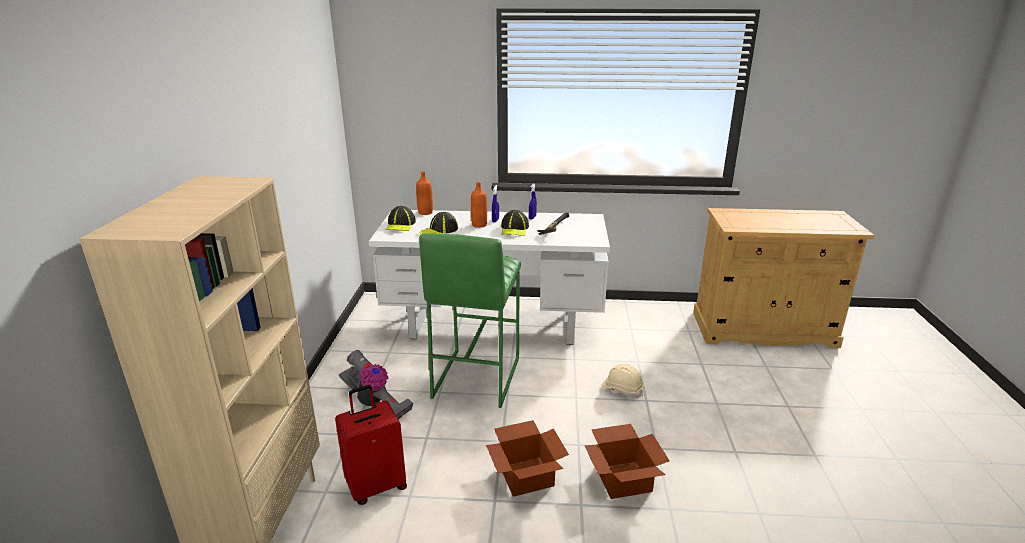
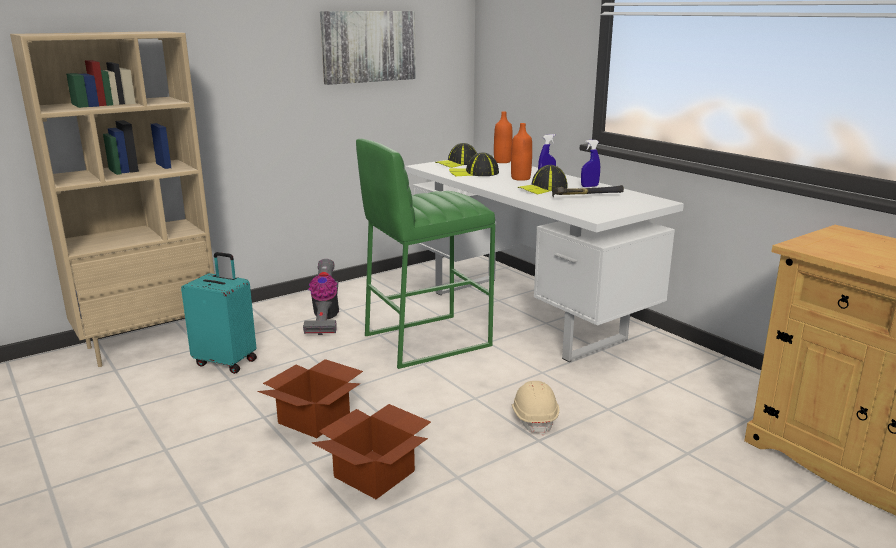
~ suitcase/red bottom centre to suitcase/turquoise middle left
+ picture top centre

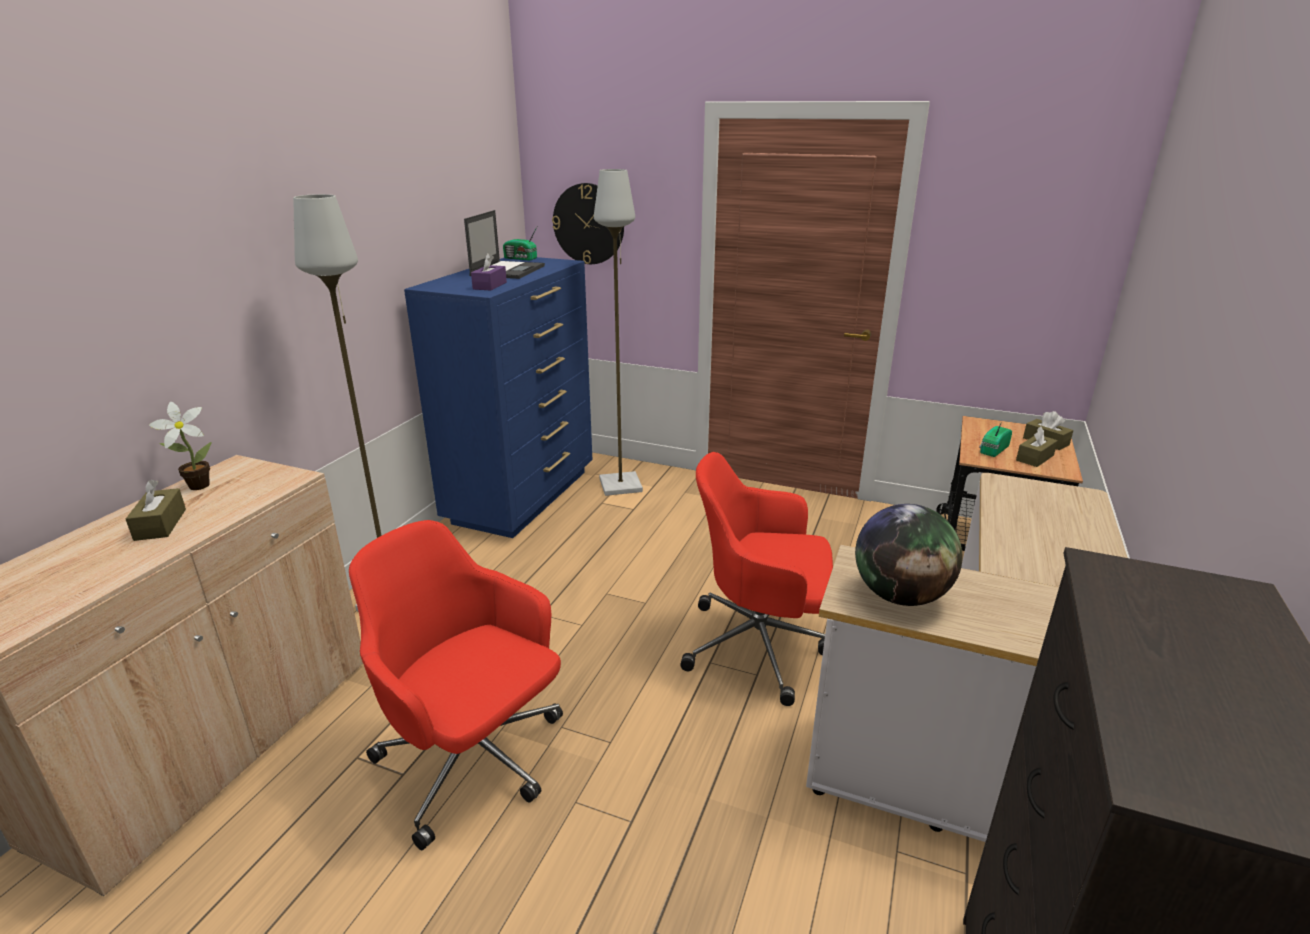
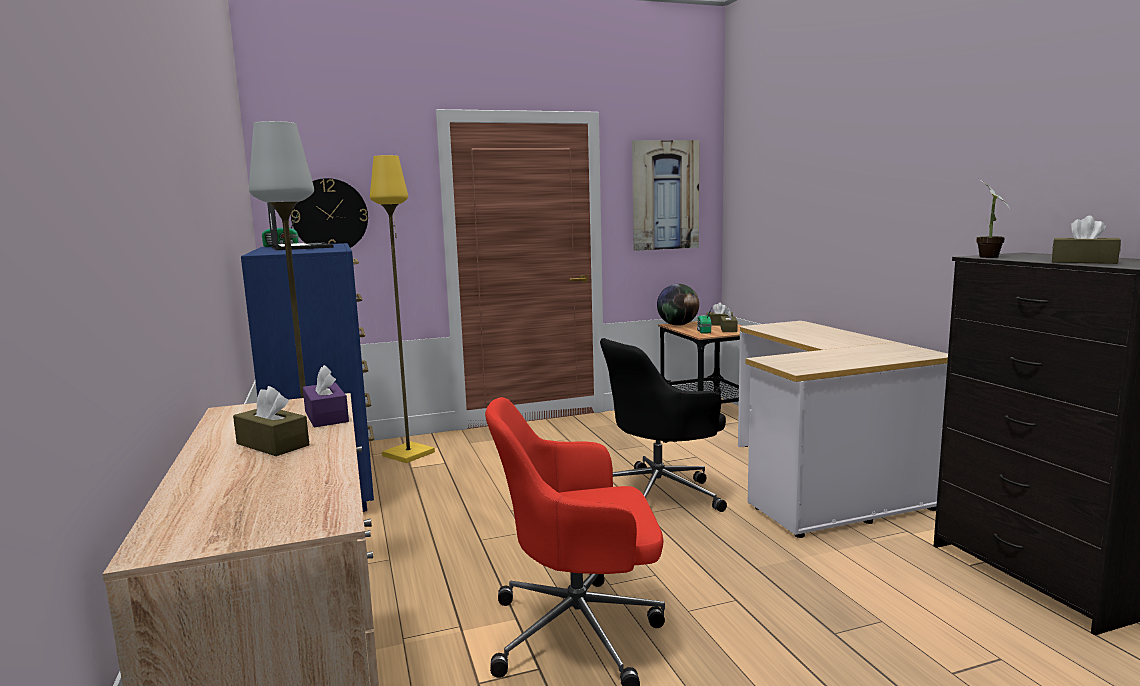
~ floor lamp/grey (2nd from left) centre to floor lamp/yellow centre
~ tissue box/purple top centre to middle left
~ potted plant middle left to top right
~ office chair/red (2nd from left) centre to office chair/black centre
~ globe middle right to centre
+ picture top centre
+ tissue box/brown (4th from left) middle right

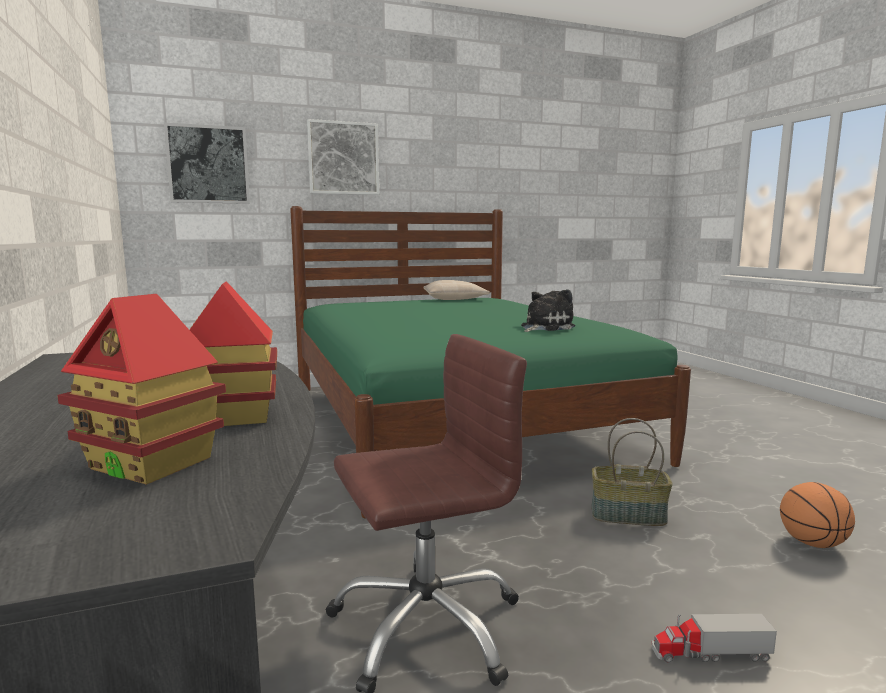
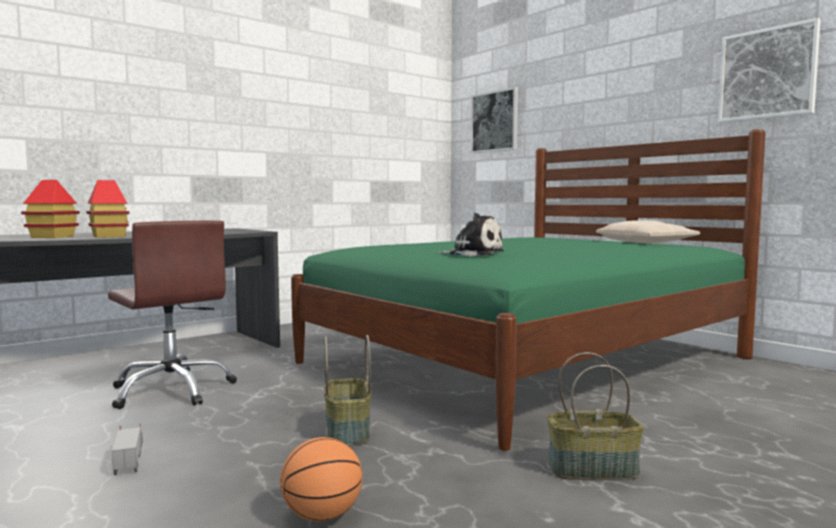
~ picture (2nd from left) top centre to top right
+ basket (2nd from left) bottom right

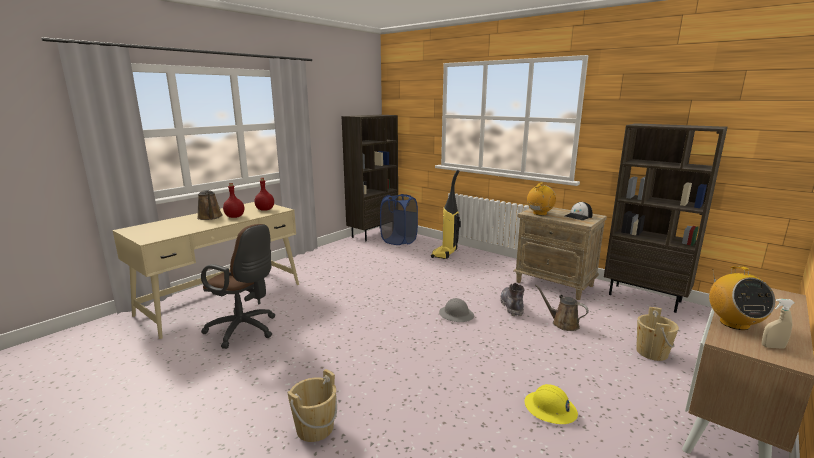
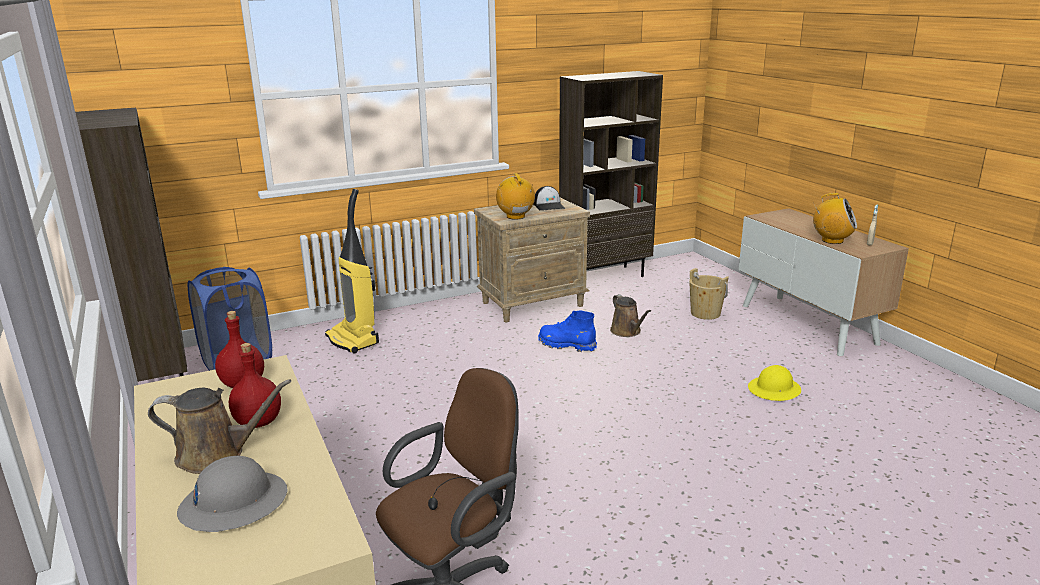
~ boot/grey centre to boot/blue centre
~ watering can/brown (2nd from left) bottom right = centre 90 degrees counterclockwise
~ hard hat/grey bottom centre to bottom left
- bucket/beige (1st from left) bottom centre

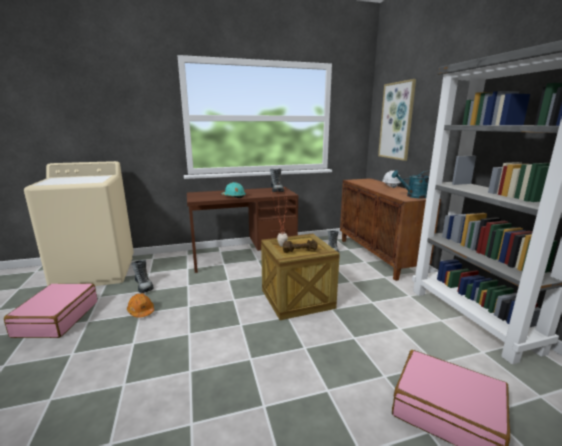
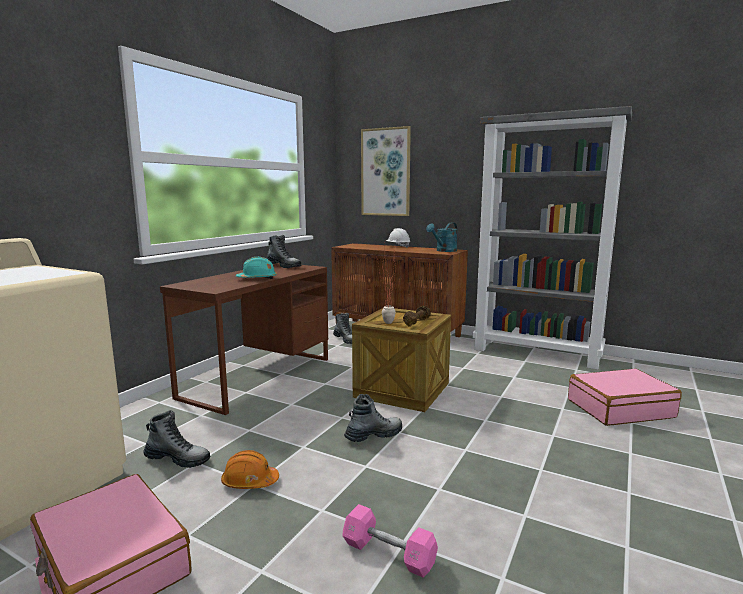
+ boot (4th from left) bottom centre
+ dumbbell/pink bottom centre

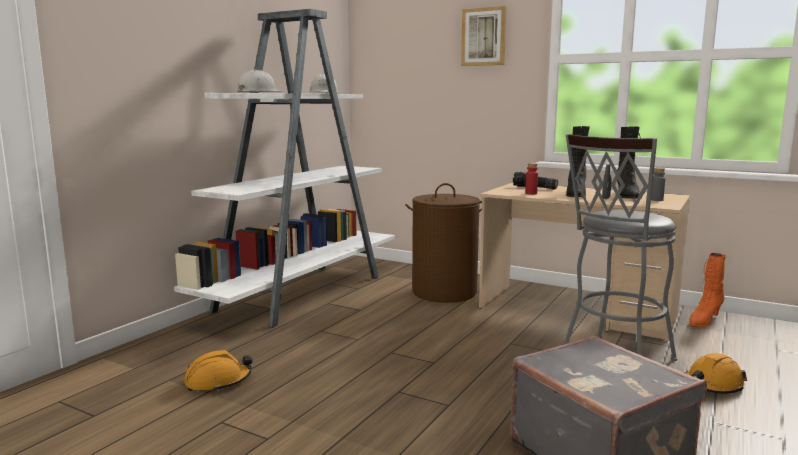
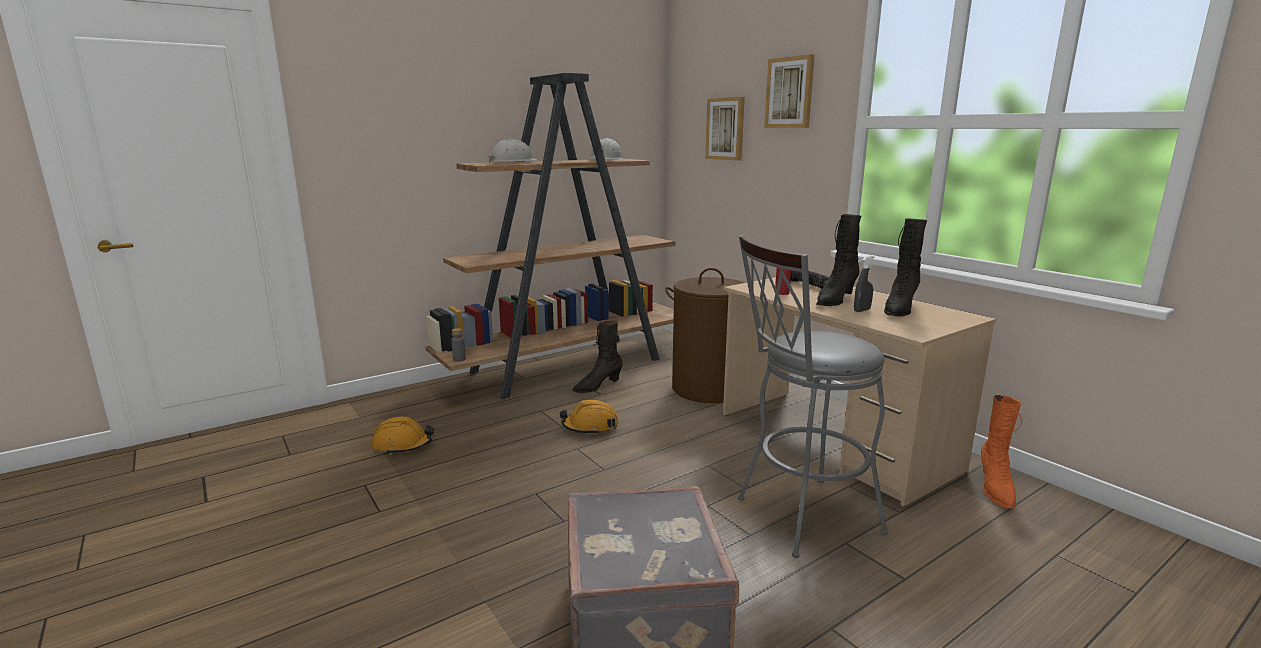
~ bookcase/white centre to bookcase/brown centre
~ bottle/grey middle right to centre
~ boot/orange middle right = bottom right 60 degrees counterclockwise
~ hard hat/orange (2nd from left) bottom right to centre
+ picture (1st from left) top centre
+ boot/black (1st from left) centre

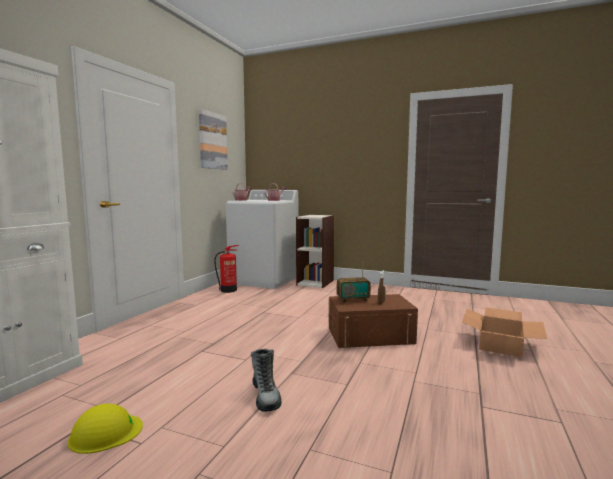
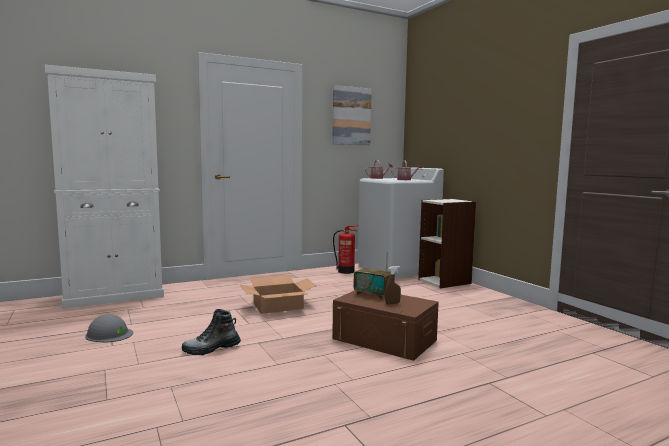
~ cardboard box bottom right to centre
~ boot bottom centre = bottom left 45 degrees clockwise
~ hard hat/yellow bottom left to hard hat/grey bottom left

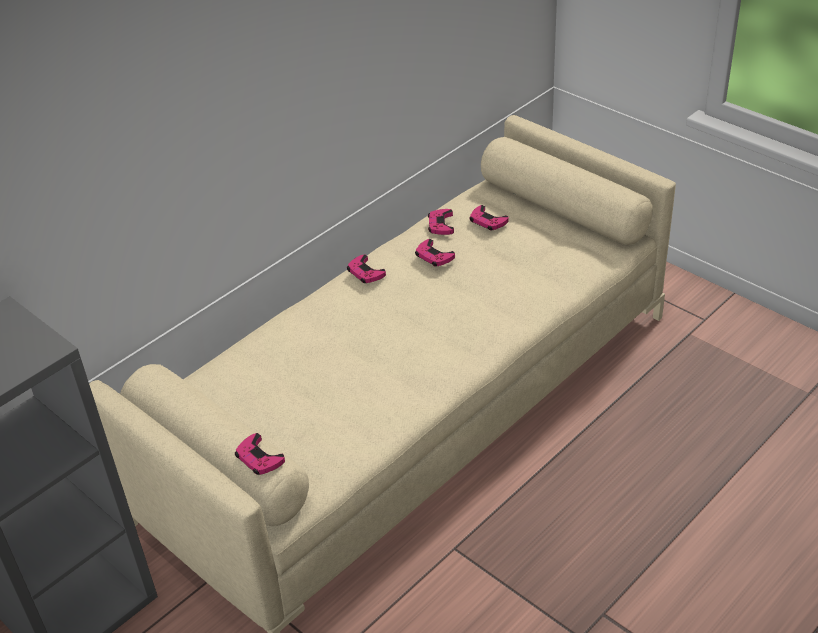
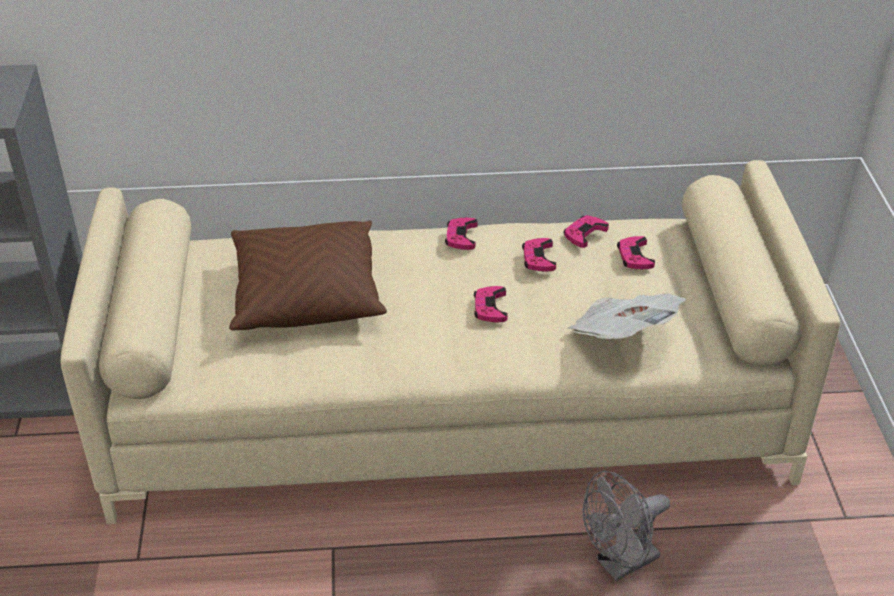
~ game controller/pink (1st from left in the first image) bottom left to game controller/pink (2nd from left) centre
+ pillow/brown centre
+ newspaper middle right
+ fan/grey bottom right

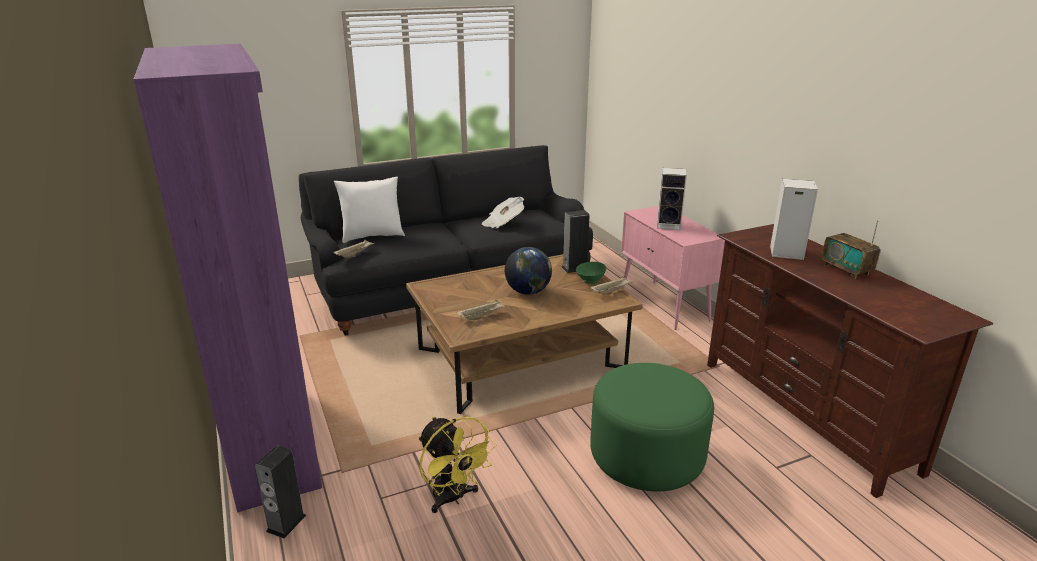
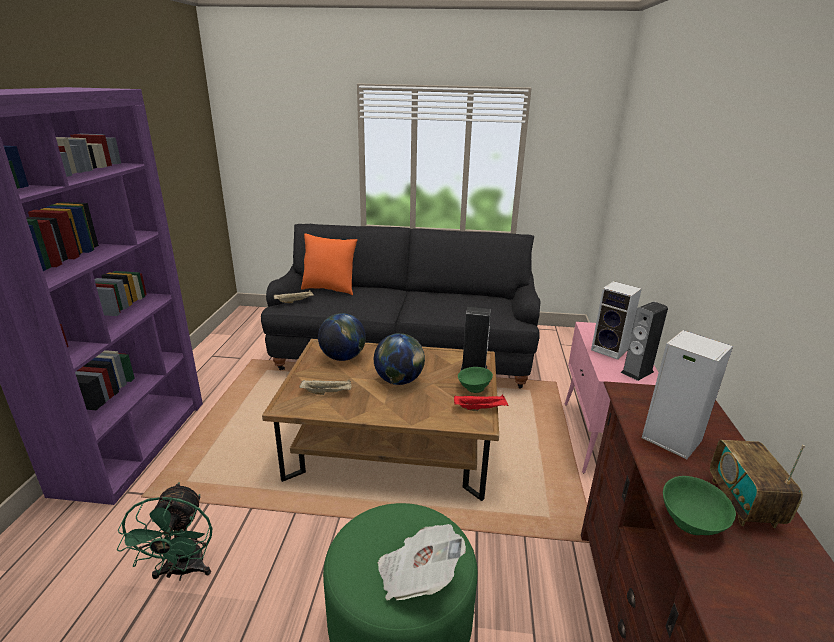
~ pillow/white centre to pillow/orange centre
~ newspaper centre to bottom centre
~ tray/beige (3rd from left) centre to tray/red centre
~ fan/yellow bottom centre to fan/green bottom left
~ speaker (1st from left in the first image) bottom left to speaker (3rd from left) middle right
+ globe (1st from left) centre
+ bowl/green (2nd from left) bottom right

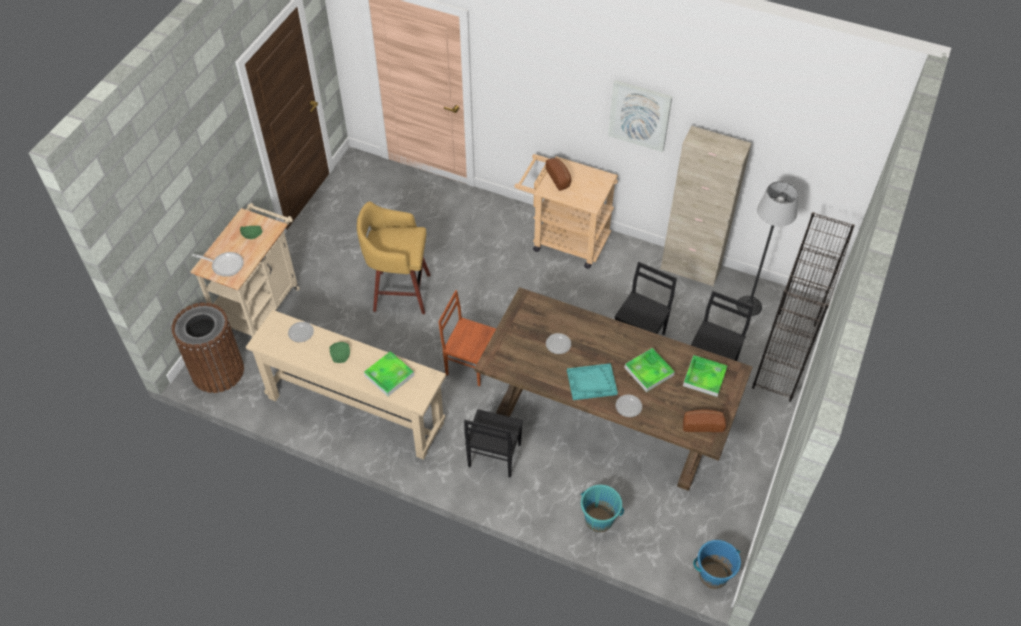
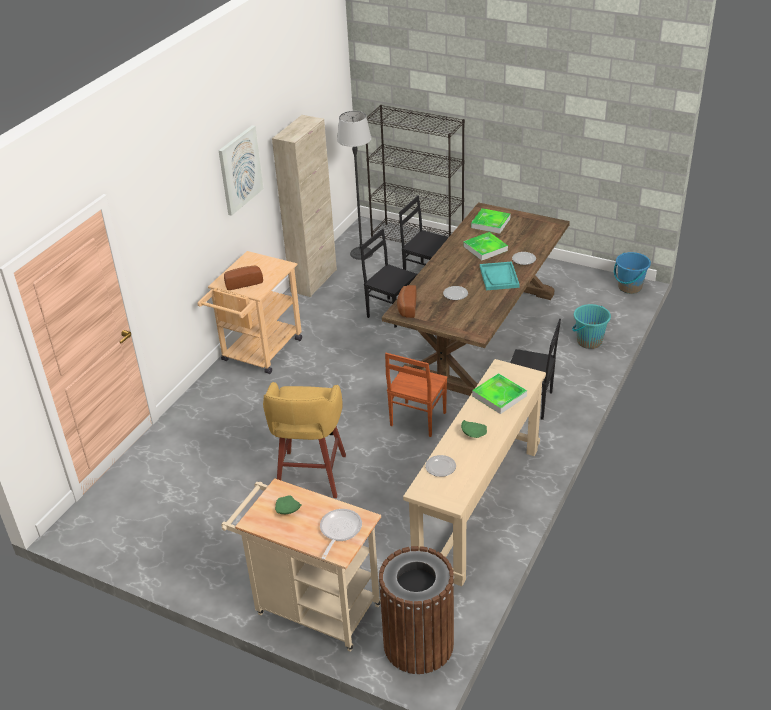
~ bread (2nd from left) bottom right to centre

